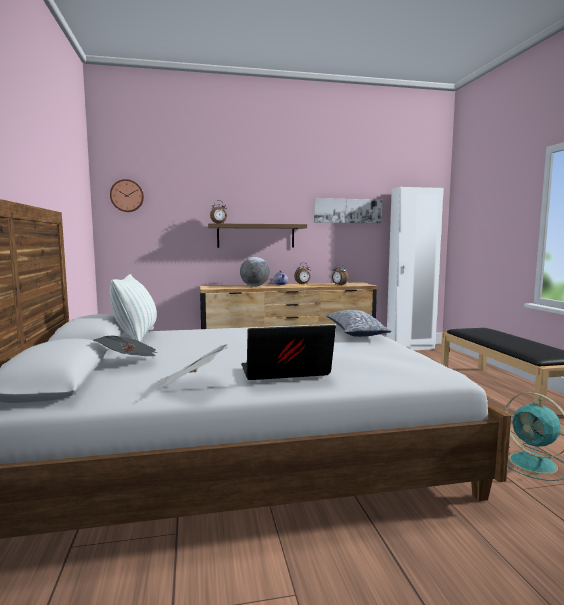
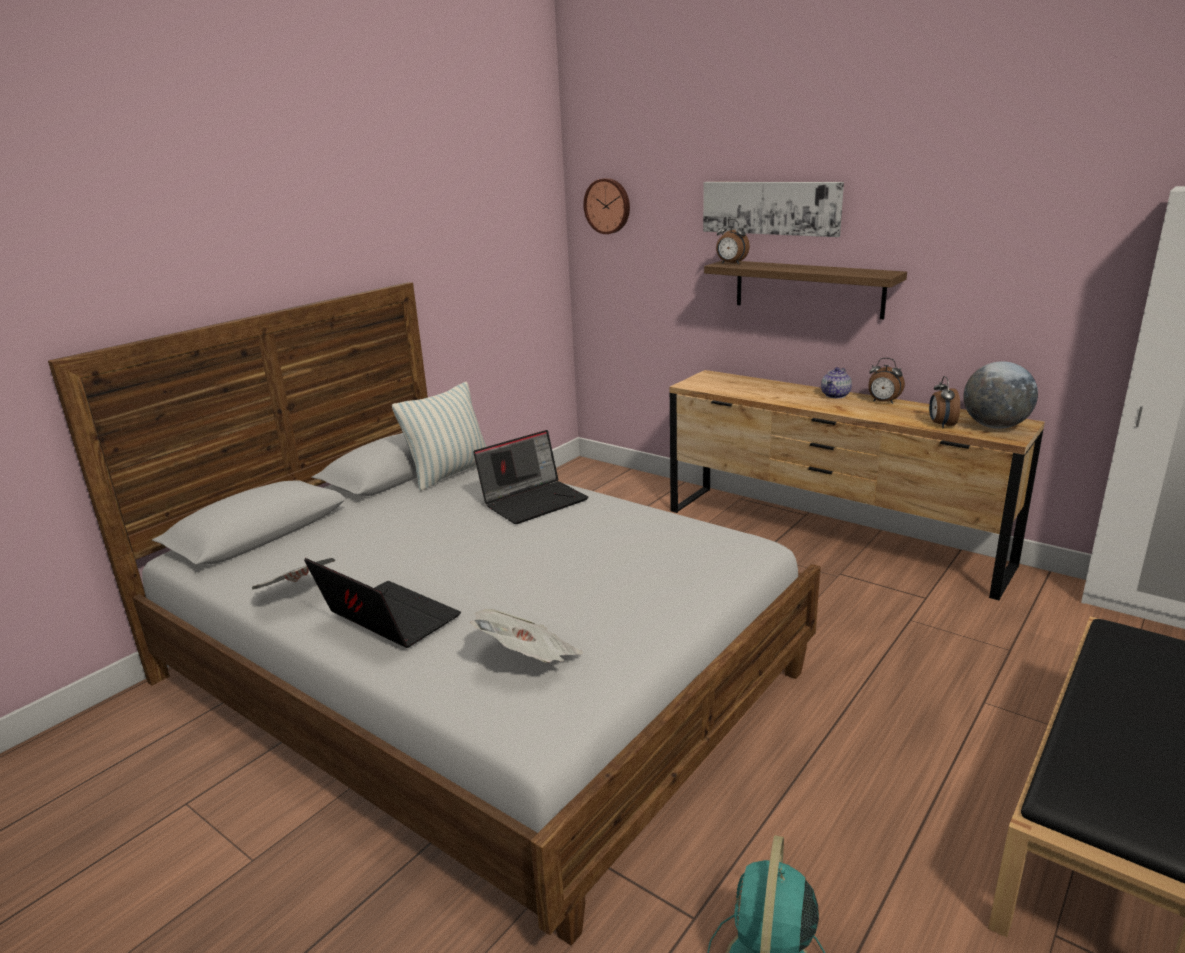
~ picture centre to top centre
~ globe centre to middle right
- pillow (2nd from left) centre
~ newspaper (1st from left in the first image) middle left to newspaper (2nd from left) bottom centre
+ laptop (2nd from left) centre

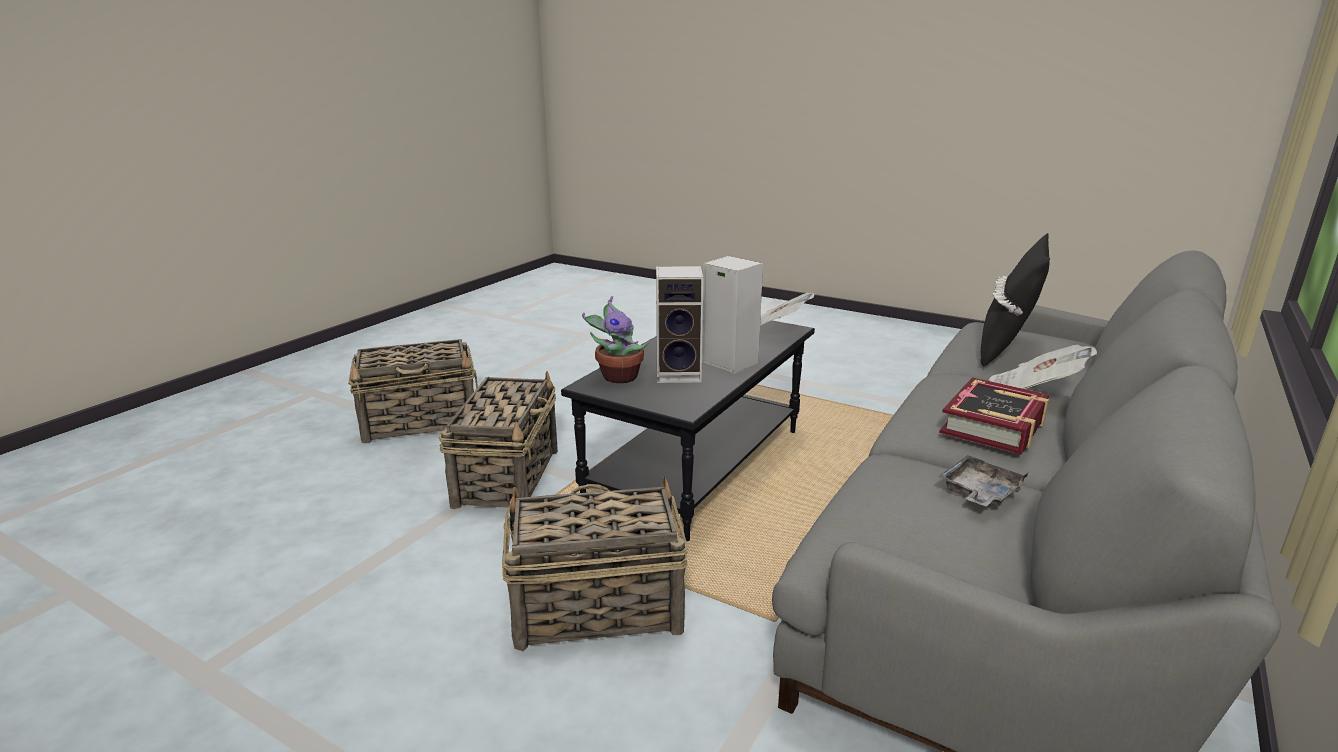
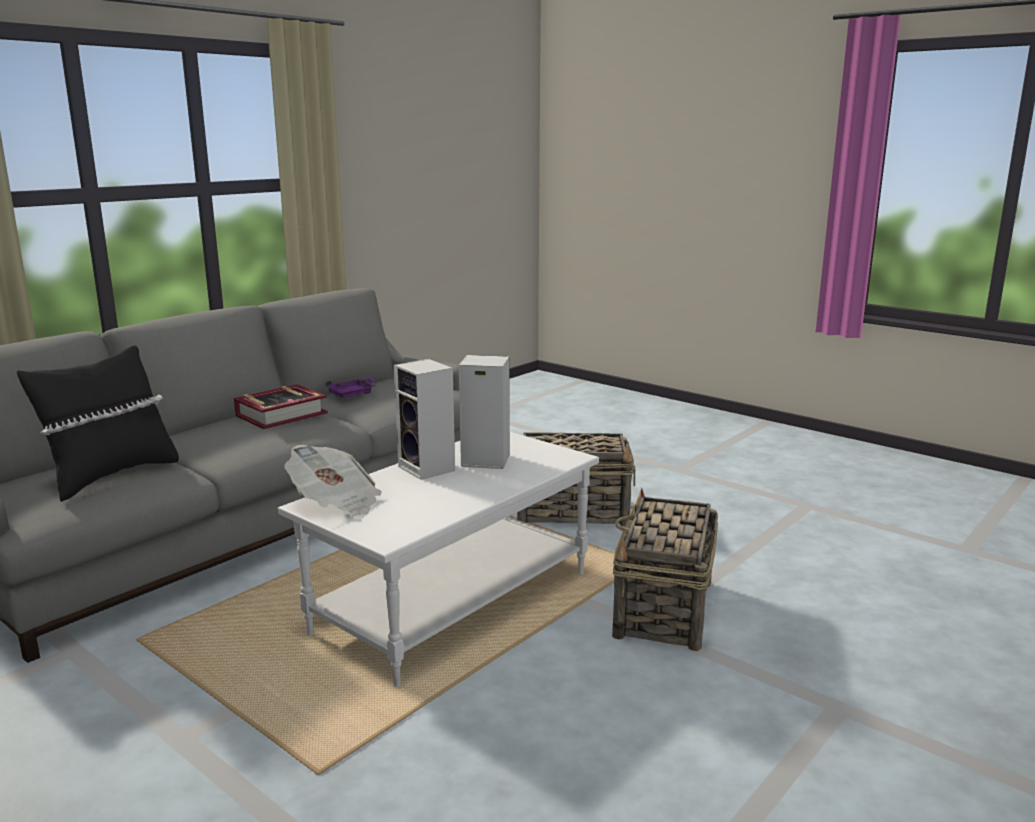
- potted plant centre
~ coffee table/black centre to coffee table/white bottom centre
- basket (1st from left) middle left
- newspaper (2nd from left) middle right
~ tray/grey middle right to tray/purple centre

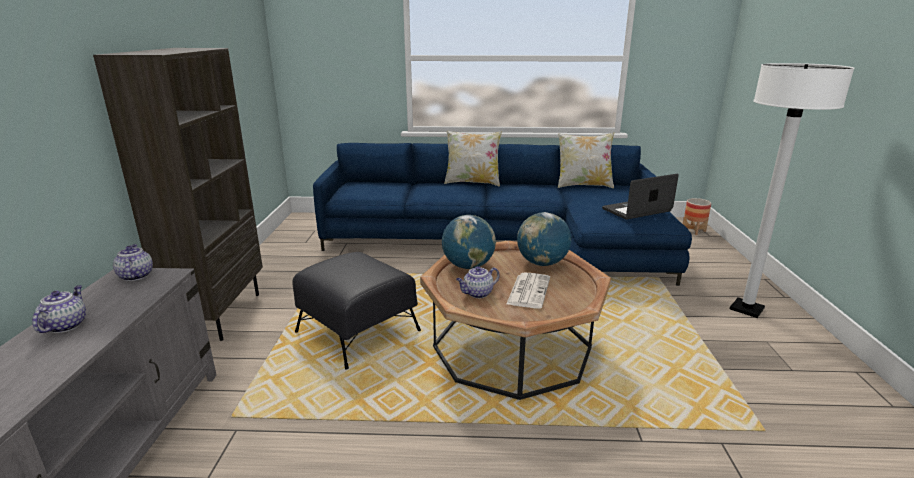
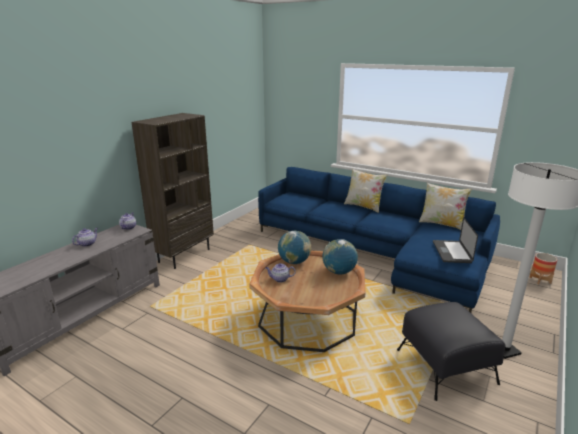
~ laptop middle right = middle right 90 degrees counterclockwise
~ ottoman/black centre to bottom right
- newspaper centre

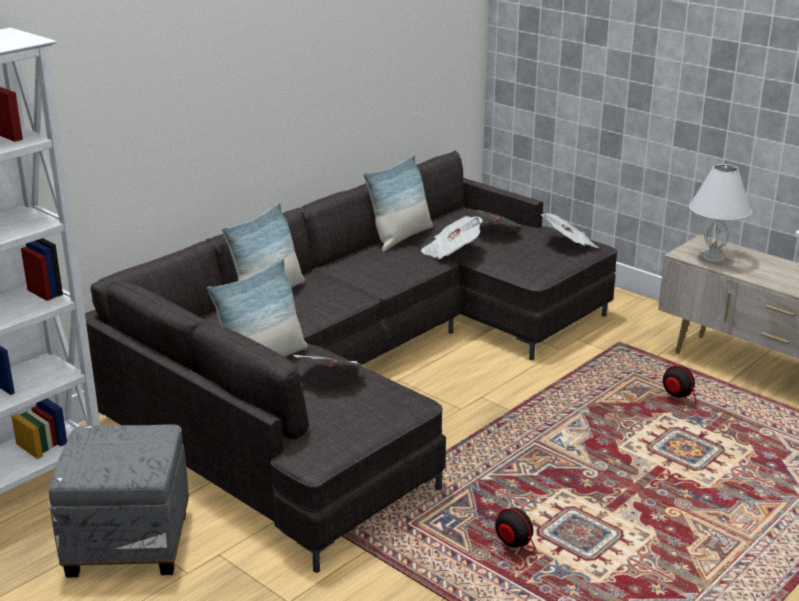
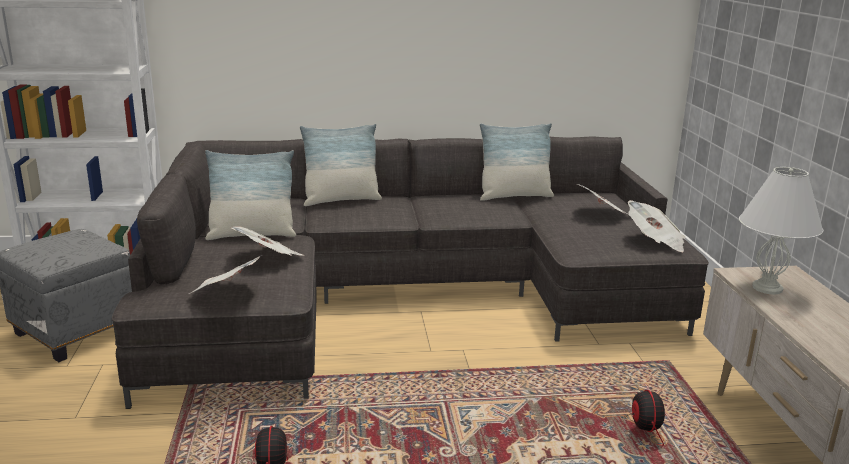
~ newspaper (2nd from left in the first image) centre to newspaper (1st from left) middle left

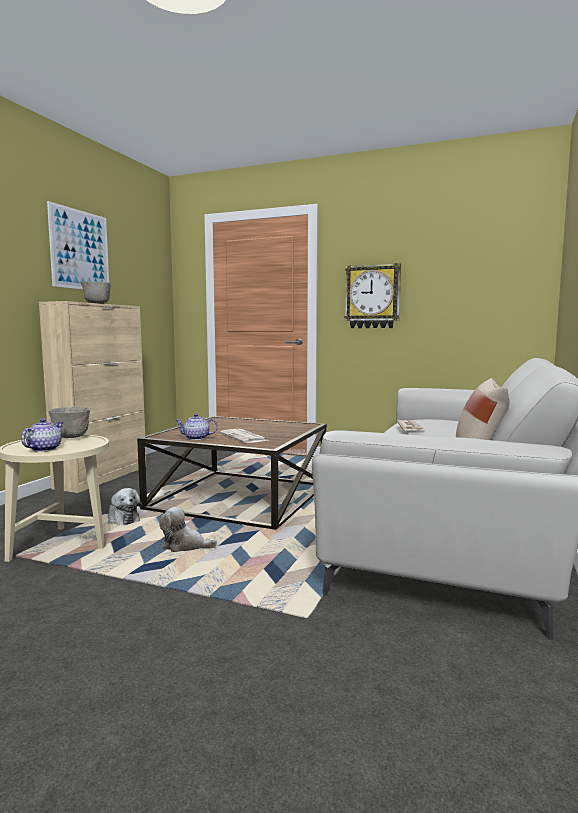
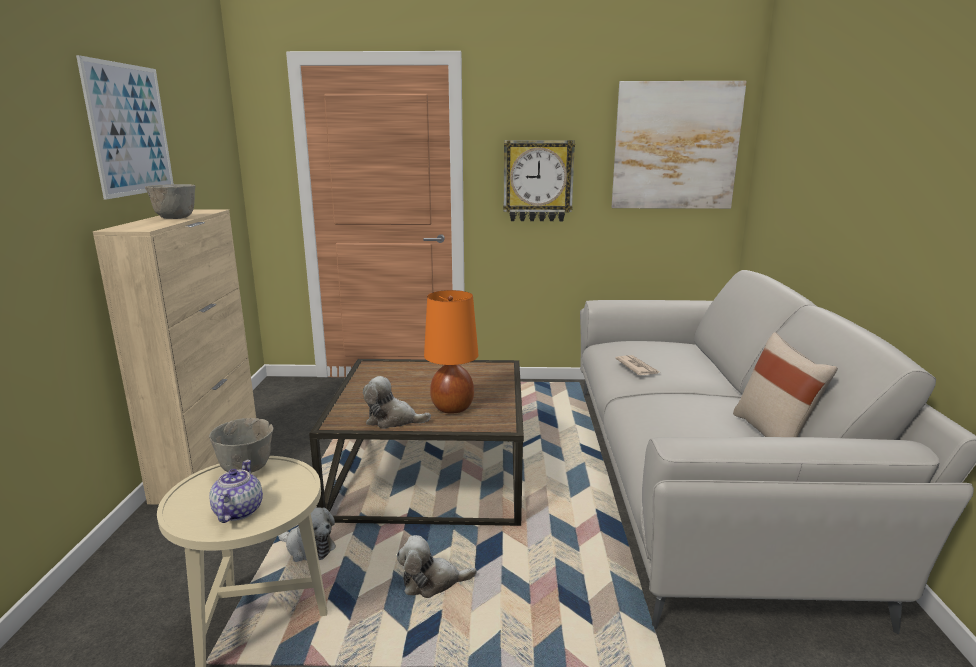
~ teapot (2nd from left) centre to plush toy (2nd from left) centre
~ newspaper (1st from left) centre to table lamp/orange centre
+ picture (2nd from left) top right

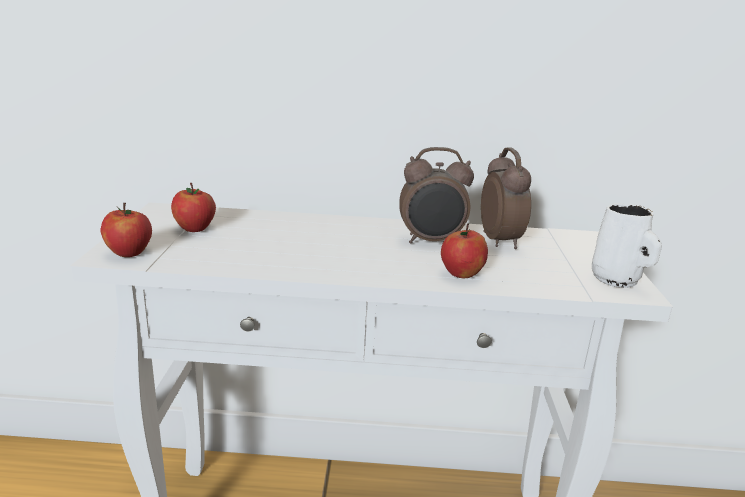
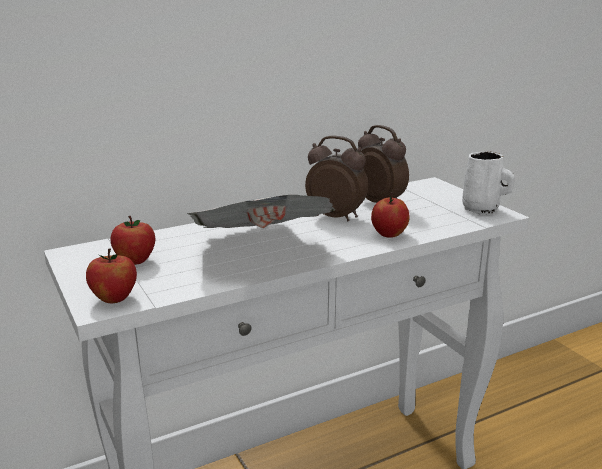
~ alarm clock (1st from left) centre = centre 120 degrees counterclockwise
+ newspaper centre

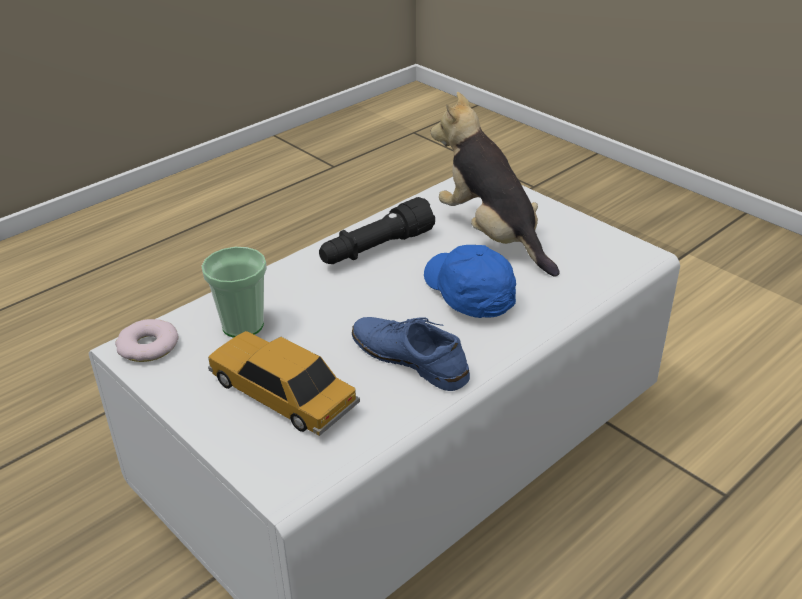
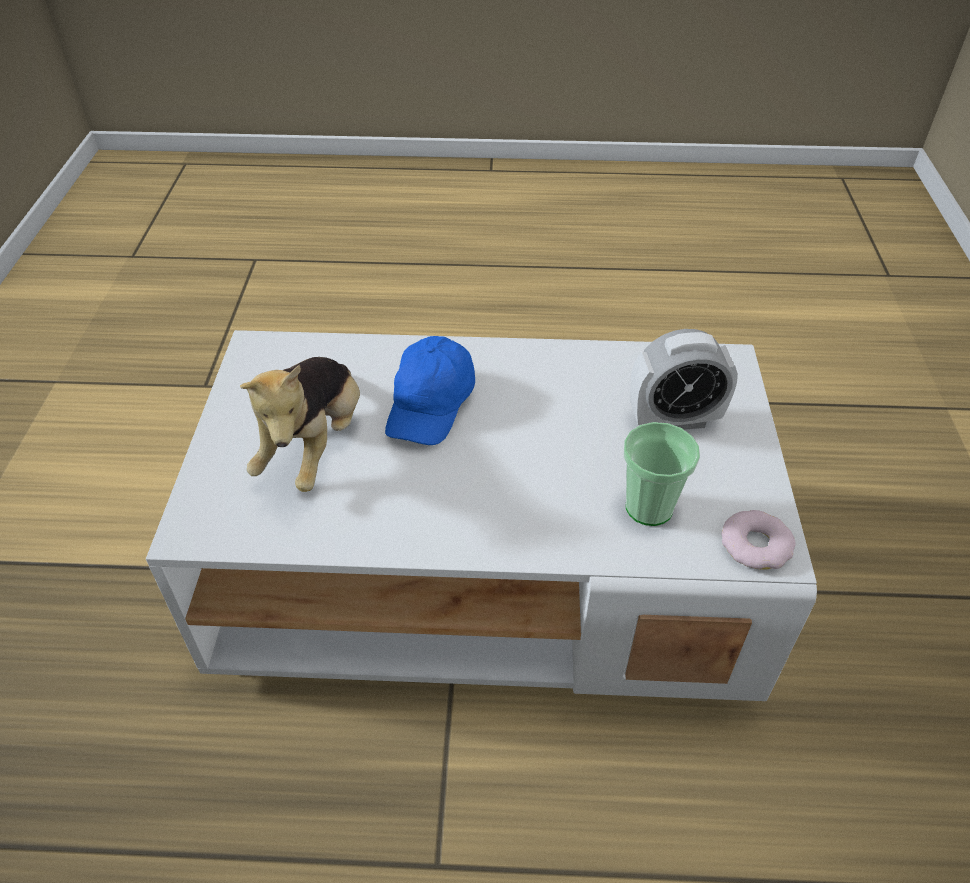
- flashlight/black centre
- shoe/blue centre
~ toy car centre to alarm clock middle right

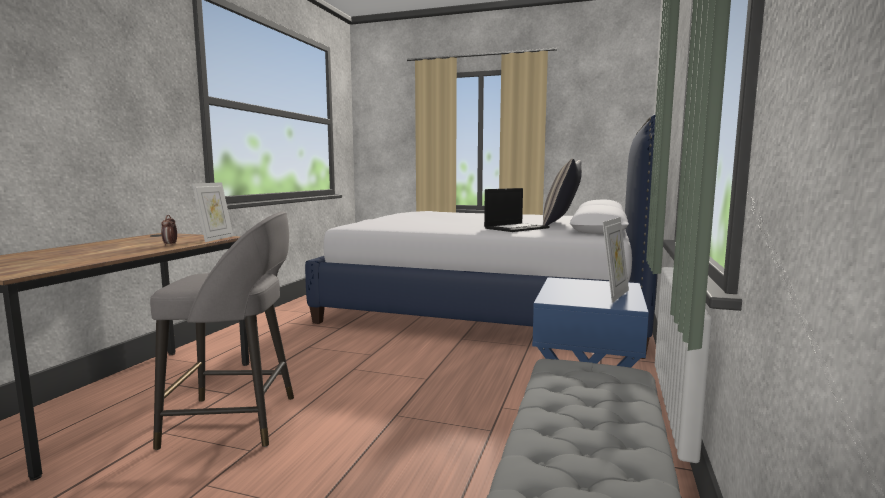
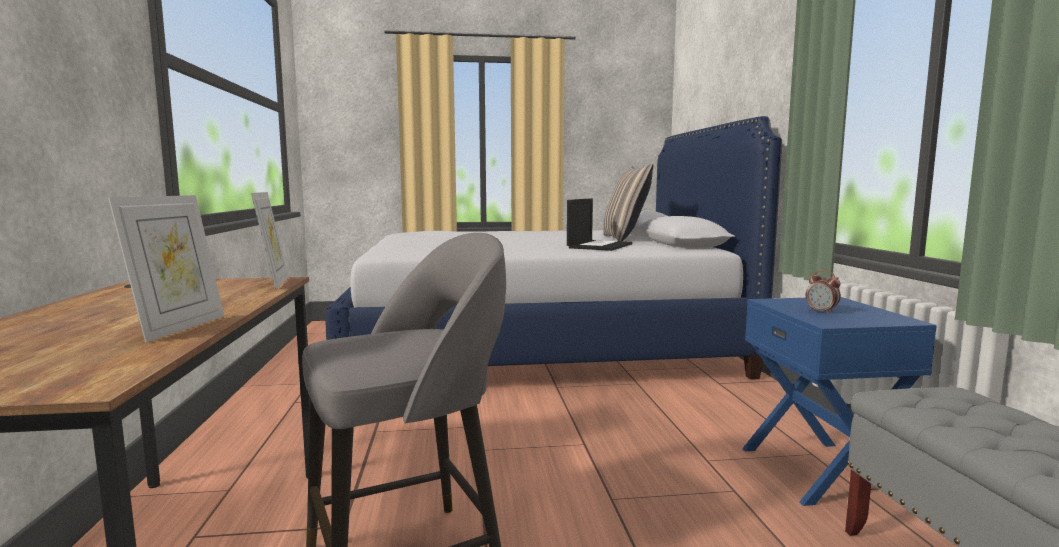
~ alarm clock middle left to middle right
~ picture frame (2nd from left in the first image) middle right to picture frame (1st from left) middle left

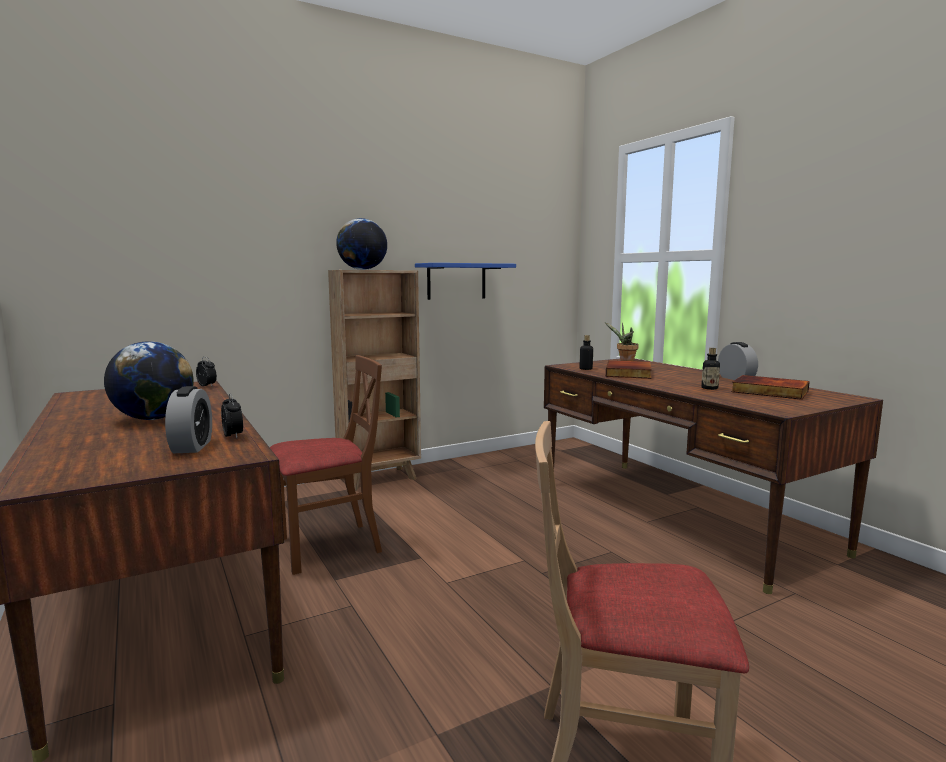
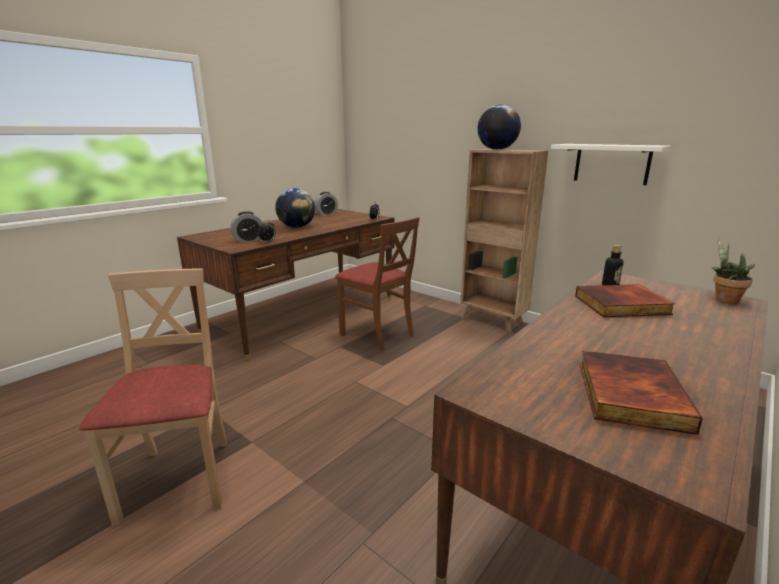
~ shelf/blue centre to shelf/white top right
~ alarm clock (4th from left in the first image) middle right to alarm clock (3rd from left) centre
- bottle (2nd from left) middle right

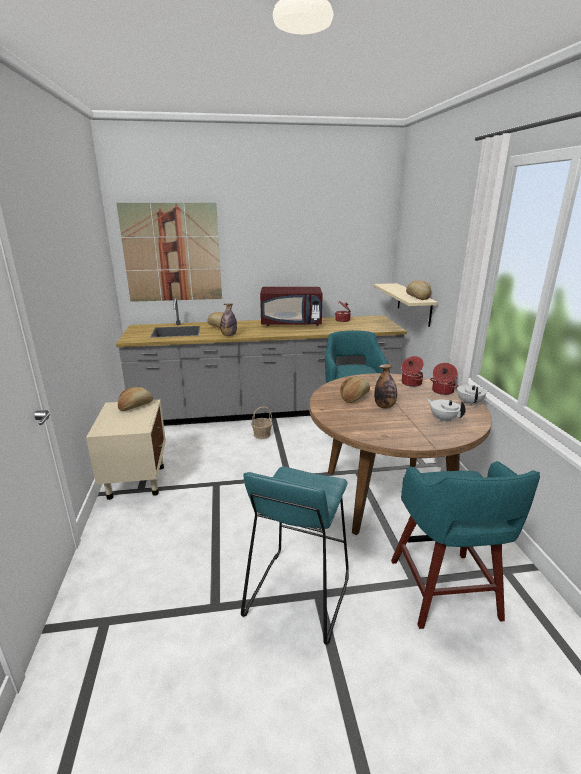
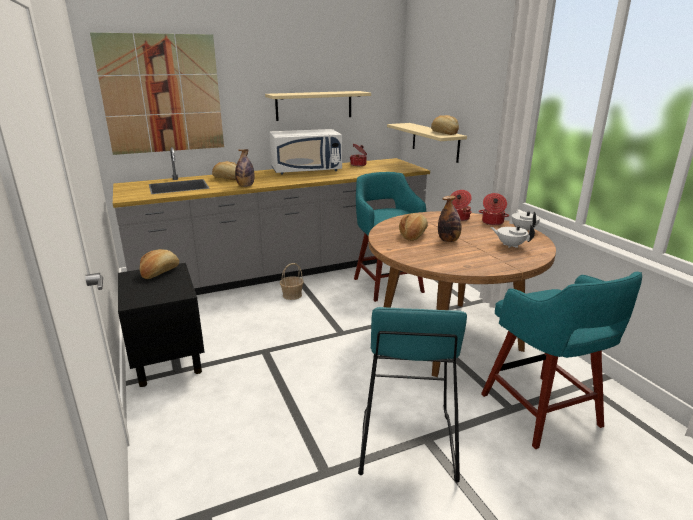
~ microwave/red centre to microwave/white top centre
~ nightstand/beige middle left to nightstand/black middle left
+ shelf/beige (1st from left) top centre

